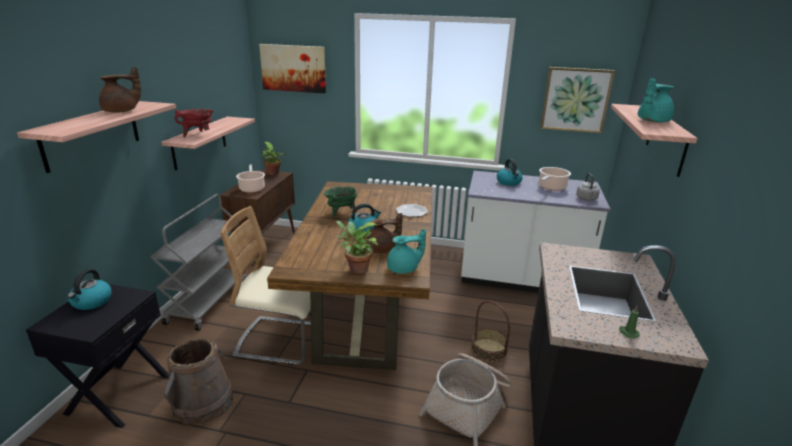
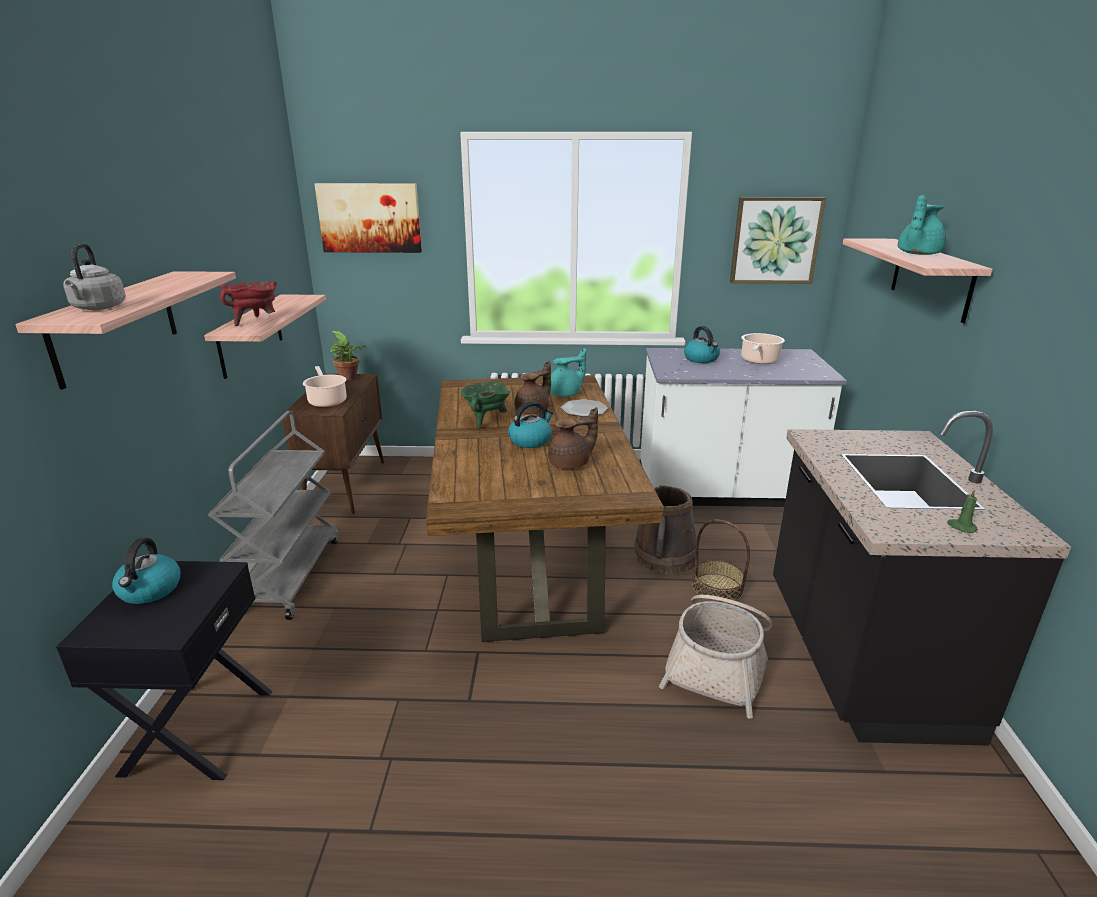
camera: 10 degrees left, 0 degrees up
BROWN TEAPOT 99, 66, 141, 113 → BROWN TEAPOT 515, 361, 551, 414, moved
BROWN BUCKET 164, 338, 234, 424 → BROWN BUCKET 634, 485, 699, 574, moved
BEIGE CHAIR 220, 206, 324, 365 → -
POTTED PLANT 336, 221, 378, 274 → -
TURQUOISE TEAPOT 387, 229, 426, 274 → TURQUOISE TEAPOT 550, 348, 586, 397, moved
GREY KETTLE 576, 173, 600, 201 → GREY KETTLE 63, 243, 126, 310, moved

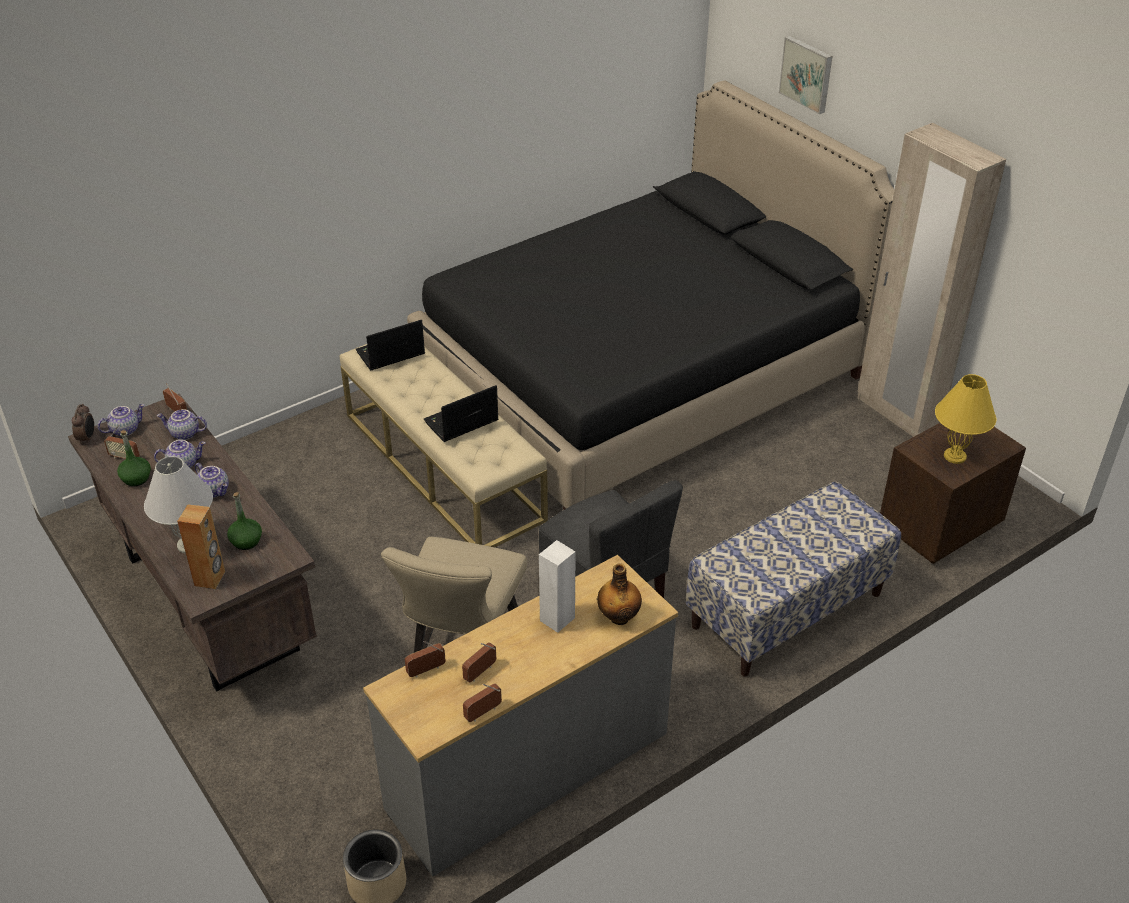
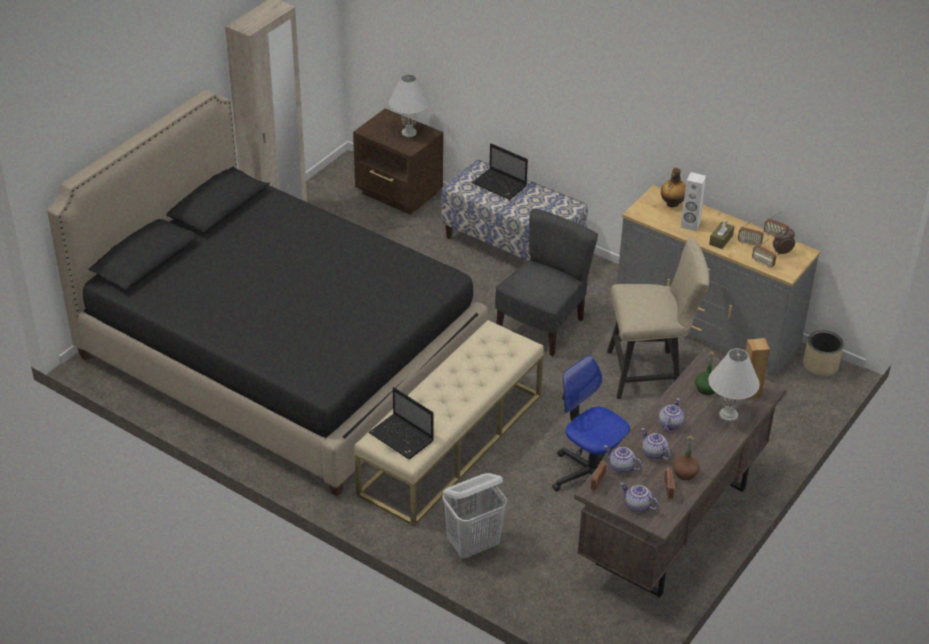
camera: 110 degrees left, 0 degrees up
ALARM CLOCK 72, 404, 94, 444 → ALARM CLOCK 773, 228, 795, 255, moved
GREEN BOTTLE 117, 430, 151, 486 → BROWN BOTTLE 673, 436, 700, 480
TEAPOT 157, 409, 207, 440 → TEAPOT 604, 445, 642, 474, 135 degrees clockwise
LAPTOP 424, 385, 498, 442 → LAPTOP 472, 143, 528, 200, moved
PICTURE 779, 36, 832, 114 → -
YELLOW TABLE LAMP 935, 374, 996, 464 → WHITE TABLE LAMP 389, 74, 429, 137
- → WHITE LAUNDRY BASKET 443, 473, 507, 559
- → OFFICE CHAIR 552, 355, 630, 491
- → BROWN TISSUE BOX 709, 221, 734, 249

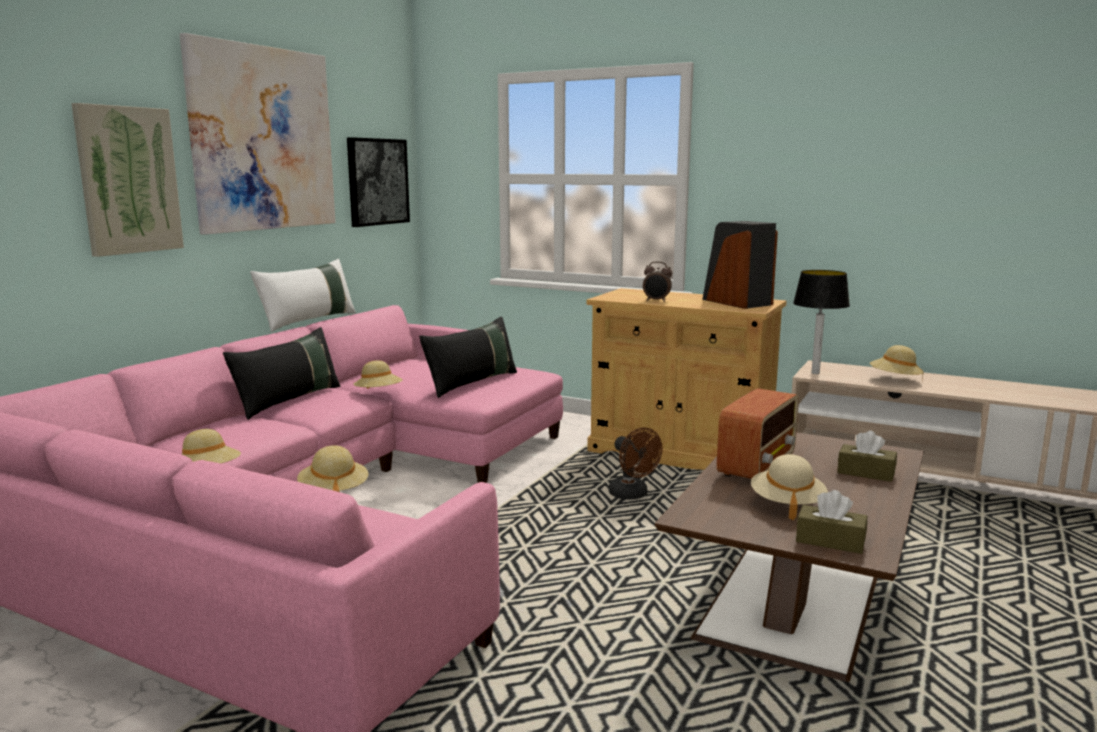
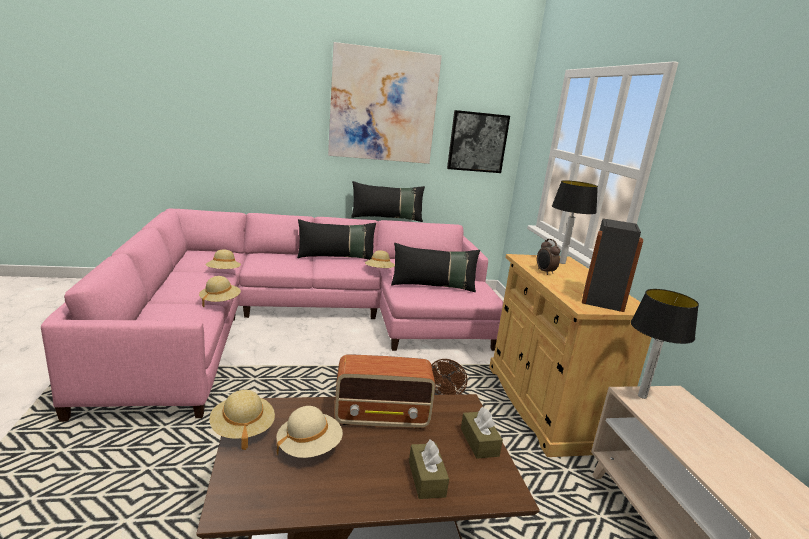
camera: 50 degrees right, 5 degrees up
PICTURE 72, 103, 184, 257 → -
WHITE PILLOW 250, 259, 356, 332 → BLACK PILLOW 351, 181, 425, 222
BROWN TISSUE BOX 796, 490, 867, 554 → BROWN TISSUE BOX 461, 407, 503, 459, moved
BEIGE HAT 870, 345, 923, 381 → BEIGE HAT 209, 390, 275, 450, moved
- → TABLE LAMP 552, 180, 598, 264

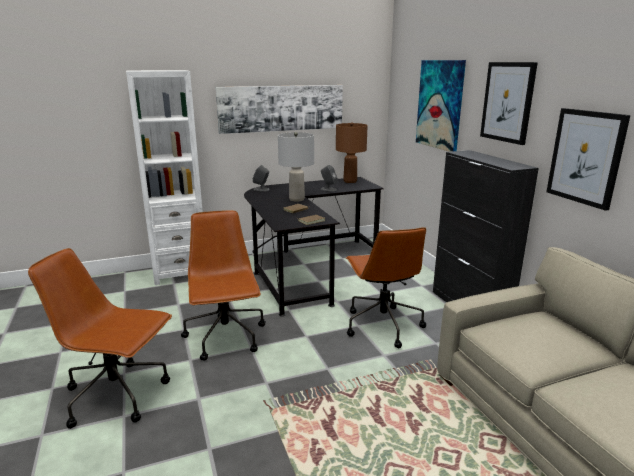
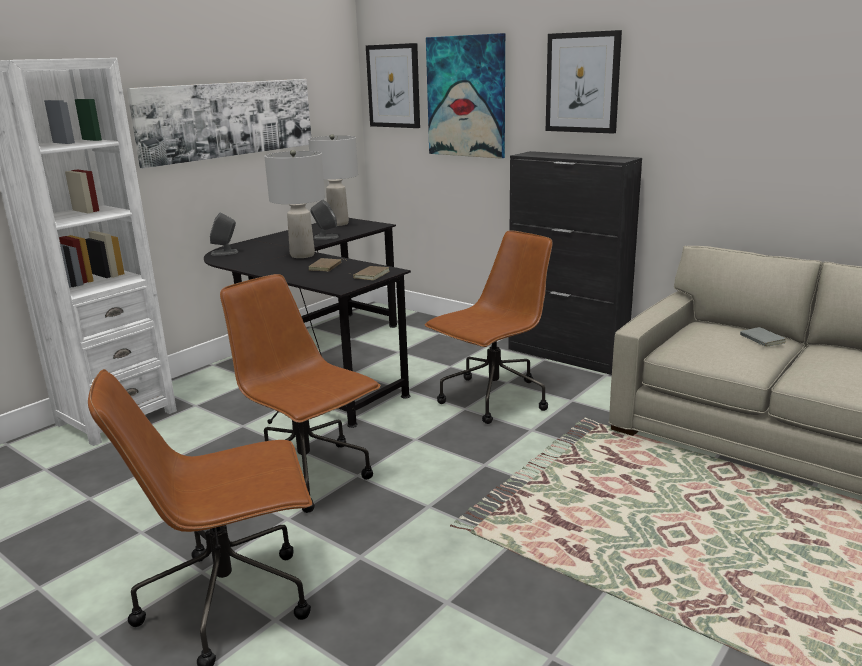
camera: 30 degrees left, 0 degrees up
BROWN TABLE LAMP 336, 122, 368, 183 → GREY TABLE LAMP 308, 134, 358, 226
BROWN OFFICE CHAIR 346, 227, 426, 348 → BROWN OFFICE CHAIR 425, 231, 553, 424, 90 degrees counterclockwise
PICTURE 546, 108, 631, 211 → PICTURE 366, 43, 420, 128, moved
- → GREY BOOK 740, 327, 786, 347

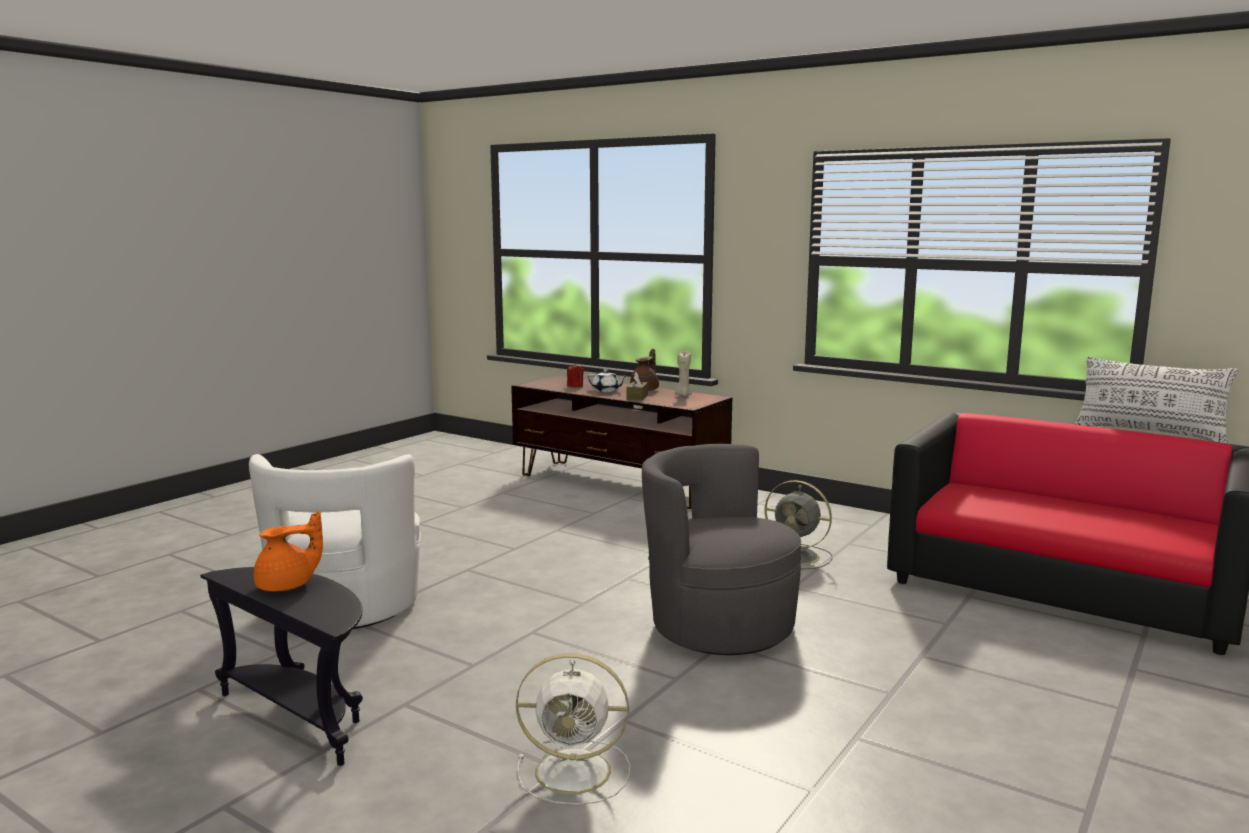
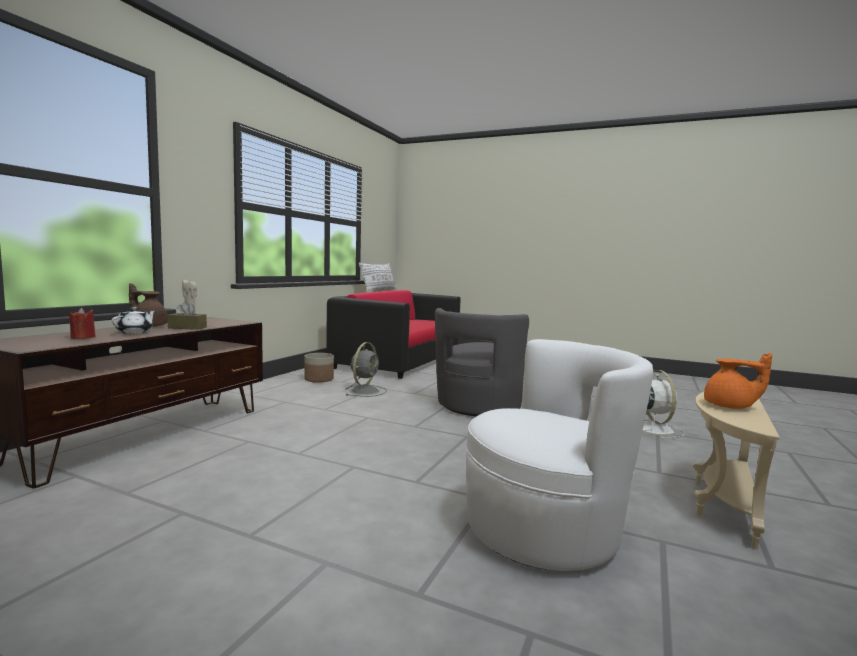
camera: 100 degrees left, 5 degrees down
BLACK SIDE TABLE 200, 567, 363, 766 → BEIGE SIDE TABLE 693, 392, 780, 549
ORANGE TEAPOT 254, 511, 323, 592 → ORANGE TEAPOT 704, 353, 772, 409, 150 degrees clockwise
- → PLANTER 304, 353, 334, 383

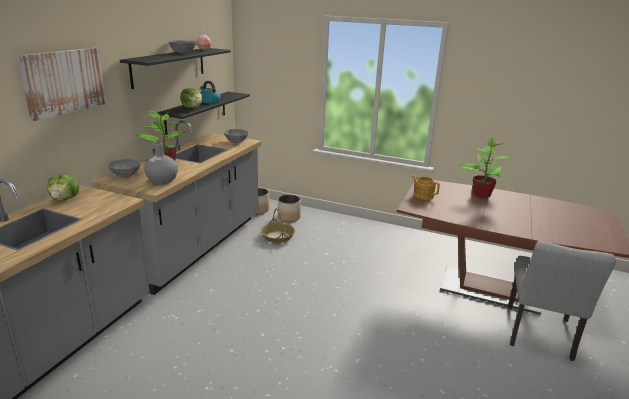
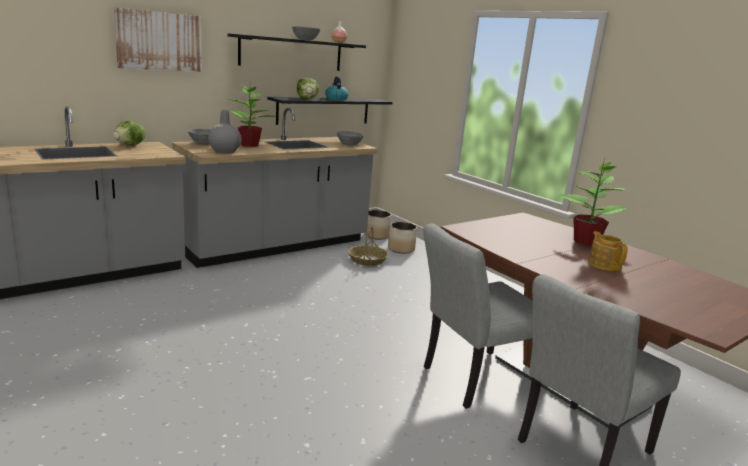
camera: 30 degrees right, 5 degrees down
TEAPOT 412, 175, 440, 199 → TEAPOT 588, 231, 628, 271, moved
- → GREY CHAIR 423, 223, 533, 409

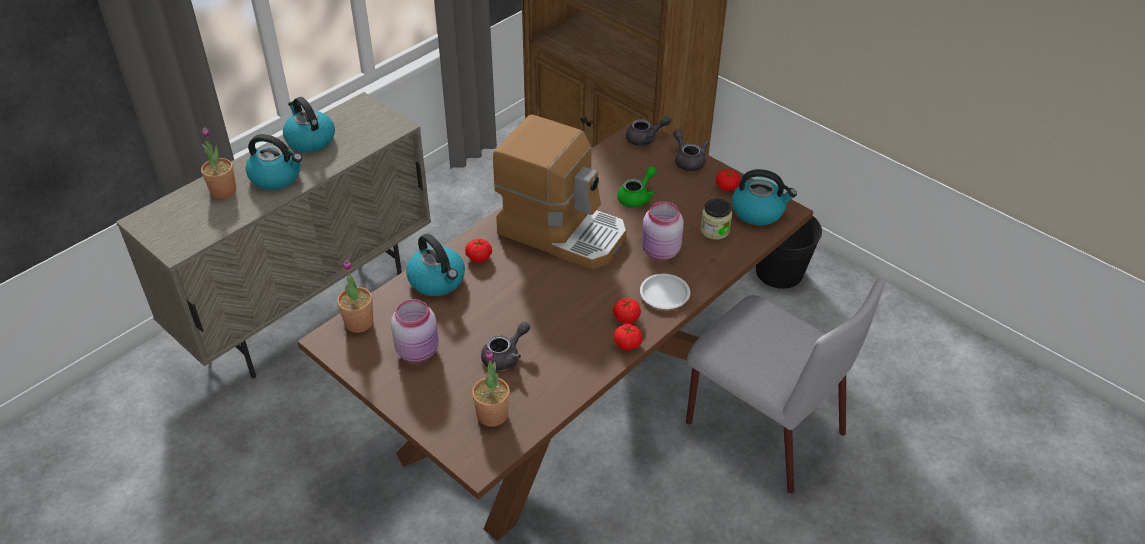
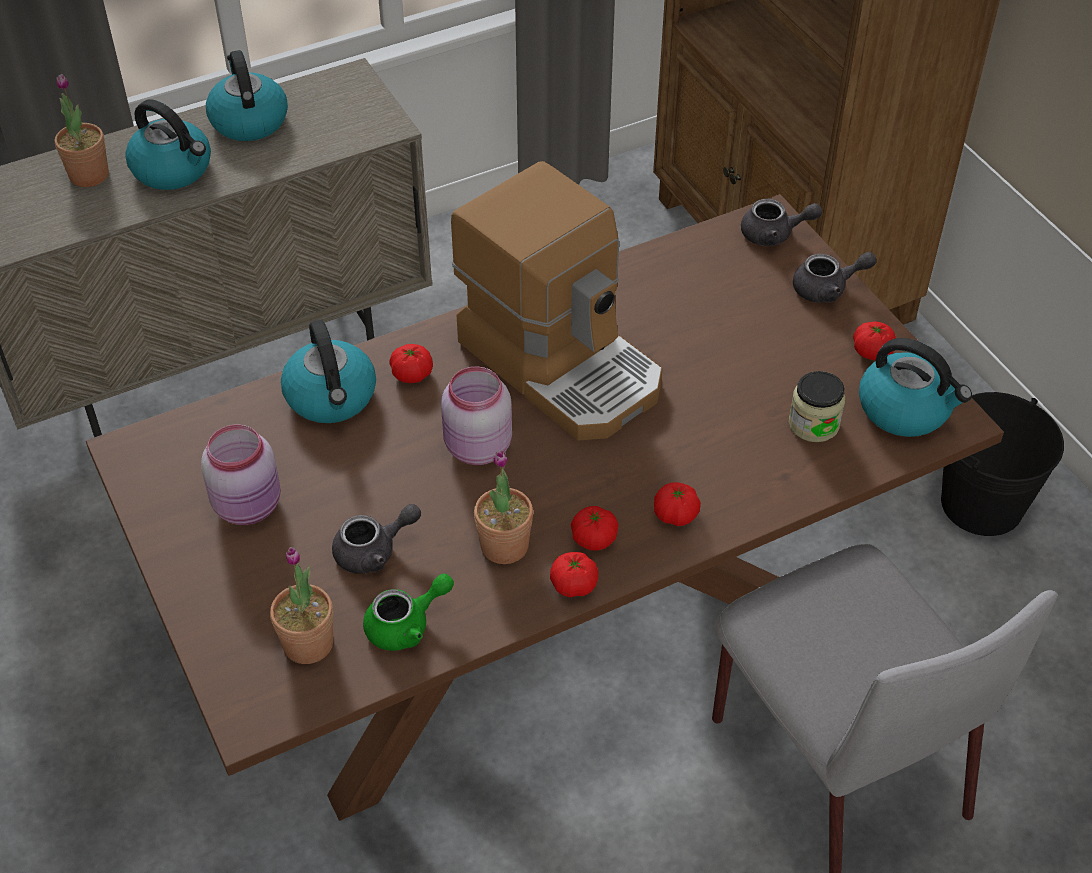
camera: 20 degrees right, 5 degrees up
POTTED PLANT 337, 259, 373, 333 → POTTED PLANT 474, 449, 533, 564, moved
GREEN TEAPOT 617, 166, 657, 208 → GREEN TEAPOT 363, 574, 454, 651, moved
WHITE PLATE 640, 274, 690, 309 → TOMATO 654, 482, 701, 526
PINK JAR 642, 202, 684, 260 → PINK JAR 441, 366, 512, 465, moved
GREY TEAPOT 673, 129, 708, 171 → GREY TEAPOT 793, 252, 877, 303, 90 degrees clockwise

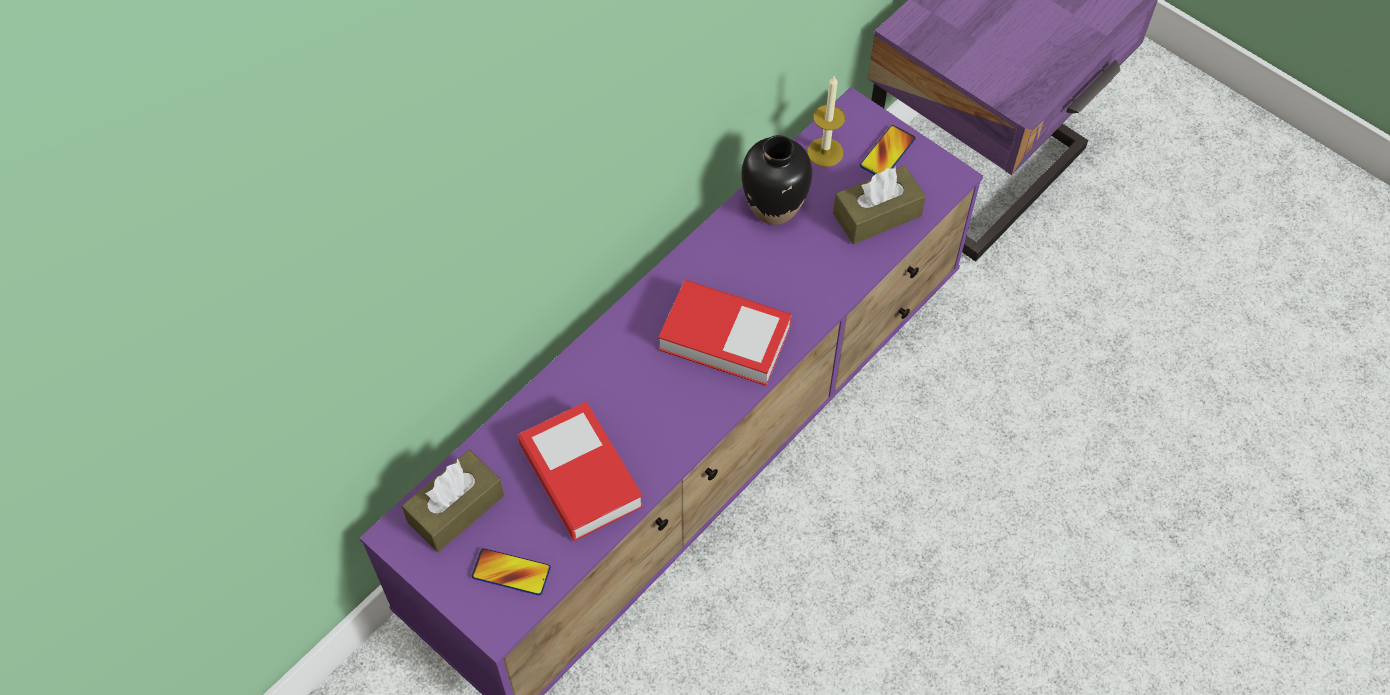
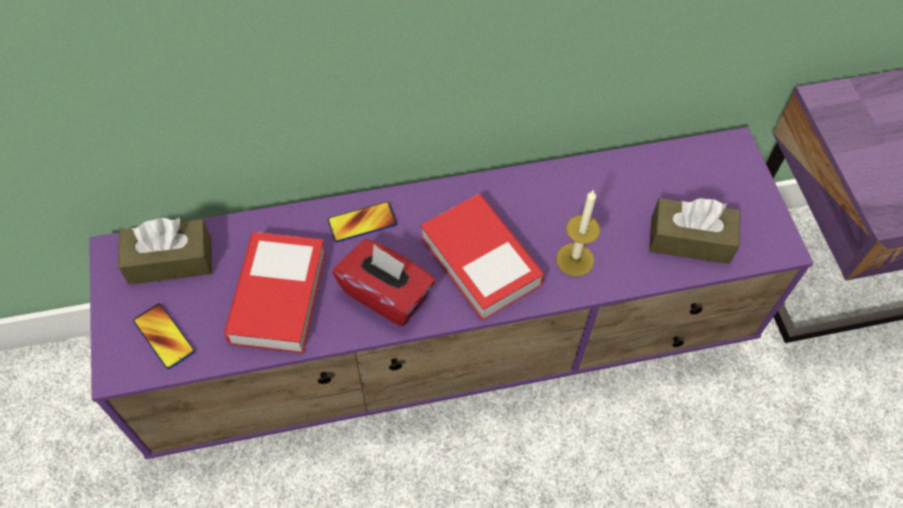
camera: 35 degrees right, 0 degrees up
BLACK VASE 742, 135, 812, 225 → -
CANDLE 807, 75, 845, 167 → CANDLE 556, 189, 600, 277, moved
PHONE 860, 125, 916, 175 → PHONE 328, 202, 397, 242, moved
- → RED TISSUE BOX 333, 239, 435, 326

